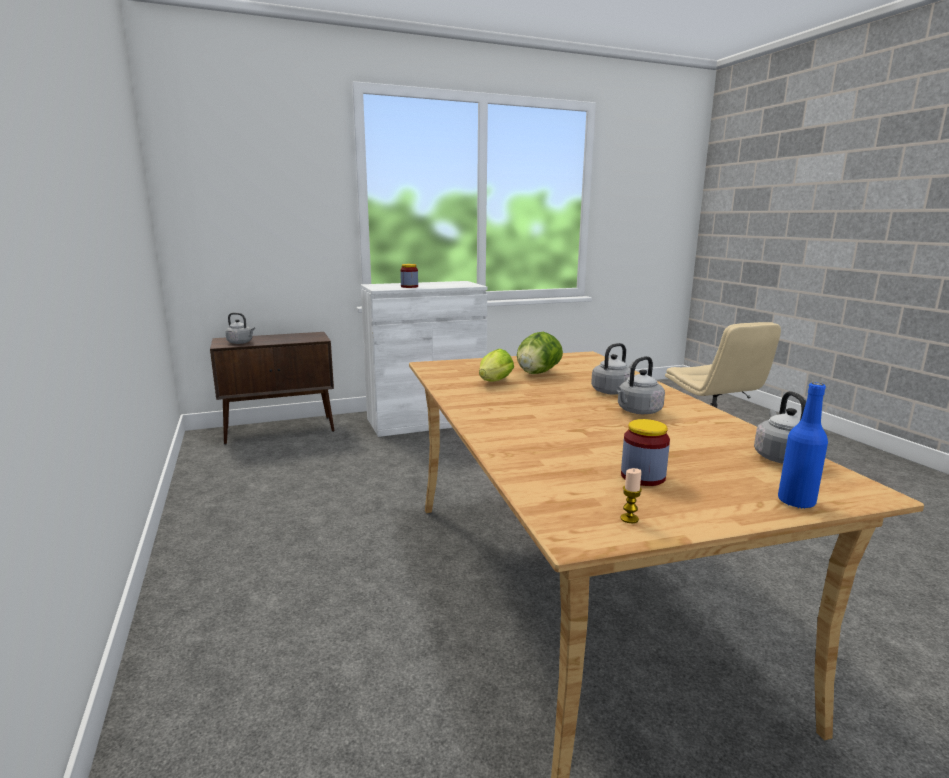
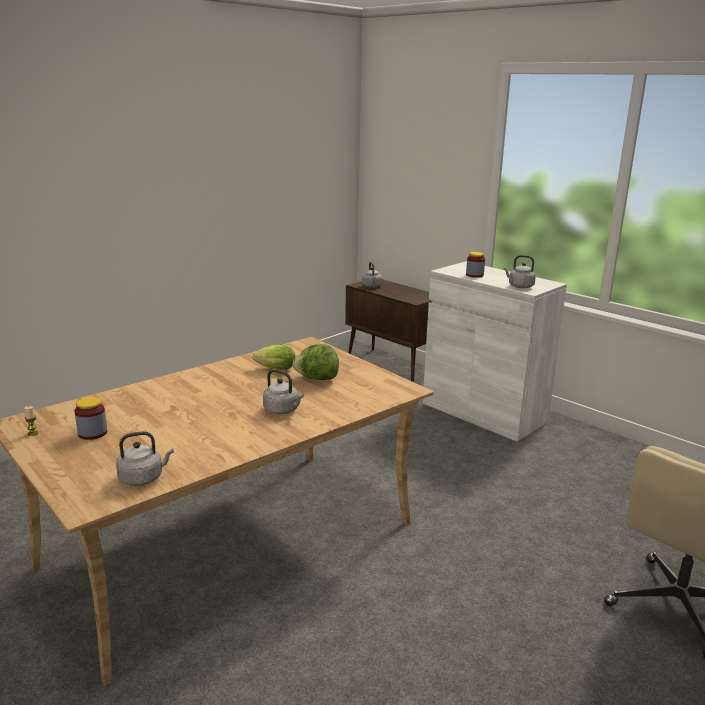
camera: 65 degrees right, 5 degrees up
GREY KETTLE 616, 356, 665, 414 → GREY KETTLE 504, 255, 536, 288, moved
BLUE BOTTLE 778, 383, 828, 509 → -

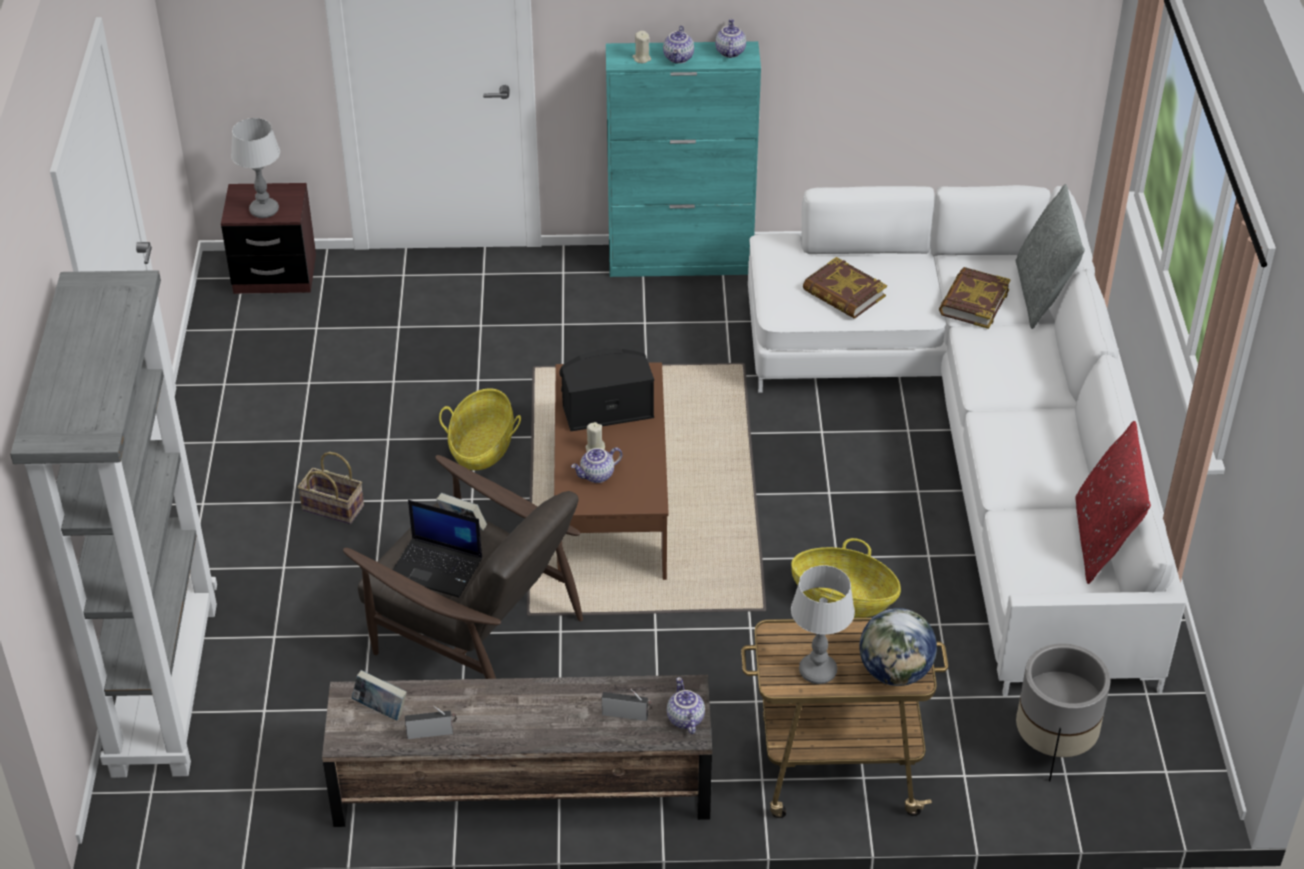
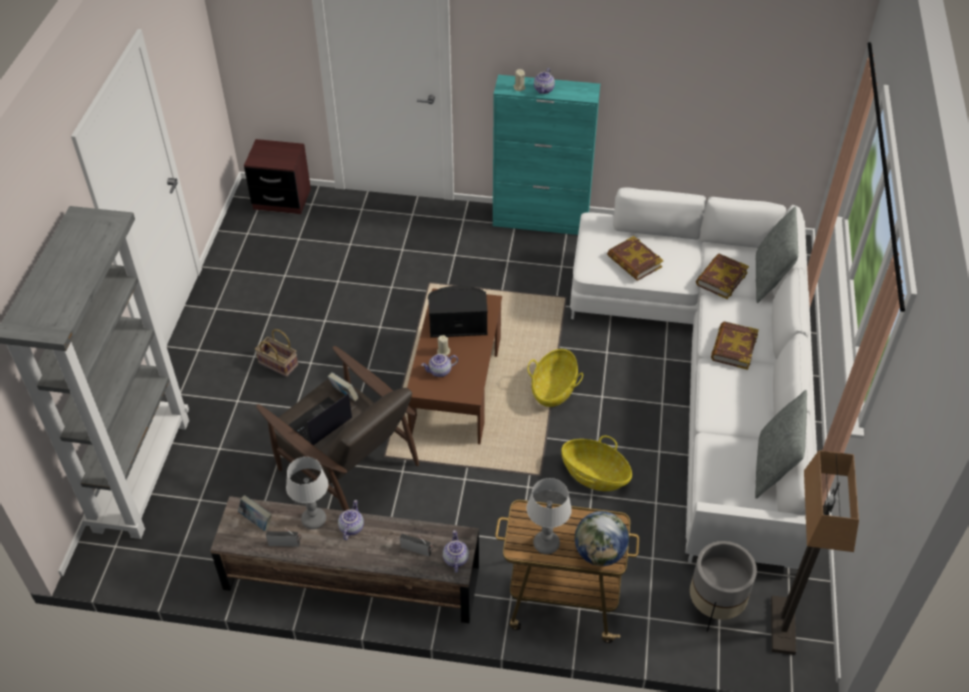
camera: 10 degrees right, 5 degrees up
TABLE LAMP 231, 118, 280, 218 → TABLE LAMP 286, 457, 329, 529, moved
LAPTOP 393, 500, 482, 597 → LAPTOP 289, 394, 352, 445, 105 degrees clockwise
BASKET 439, 388, 521, 470 → BASKET 527, 349, 583, 407, moved
TEAPOT 715, 19, 746, 58 → TEAPOT 338, 500, 364, 540, moved
RED PILLOW 1075, 421, 1151, 584 → GREY PILLOW 755, 390, 807, 499
- → BOOK 711, 321, 759, 370
- → FLOOR LAMP 771, 450, 859, 655

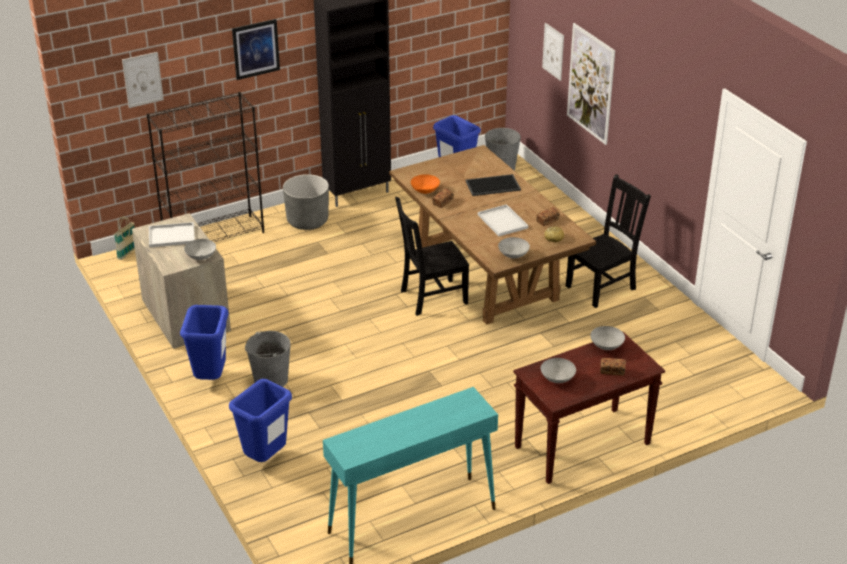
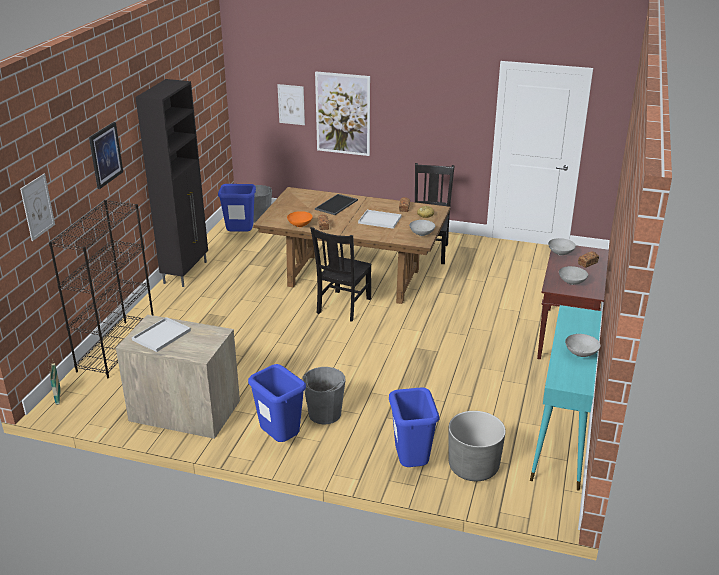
camera: 45 degrees left, 5 degrees down
GREY BOWL 184, 239, 216, 260 → GREY BOWL 565, 334, 600, 357, moved
GREY PLANTER 283, 174, 329, 230 → GREY PLANTER 448, 411, 506, 481, moved

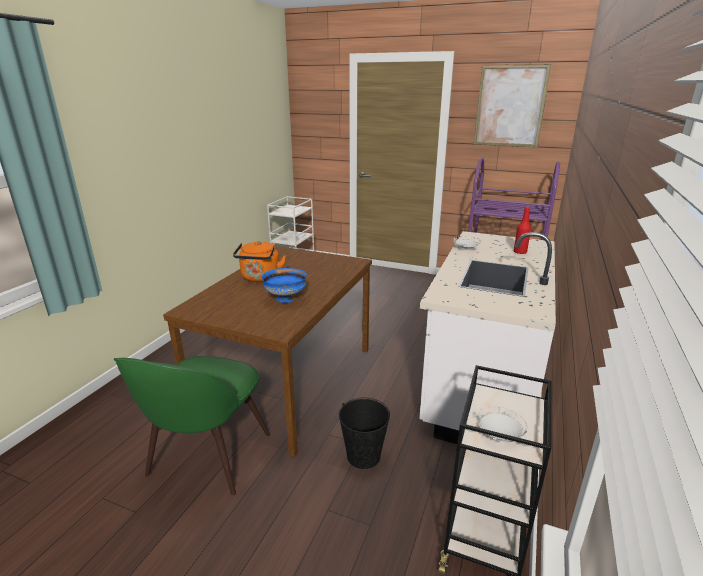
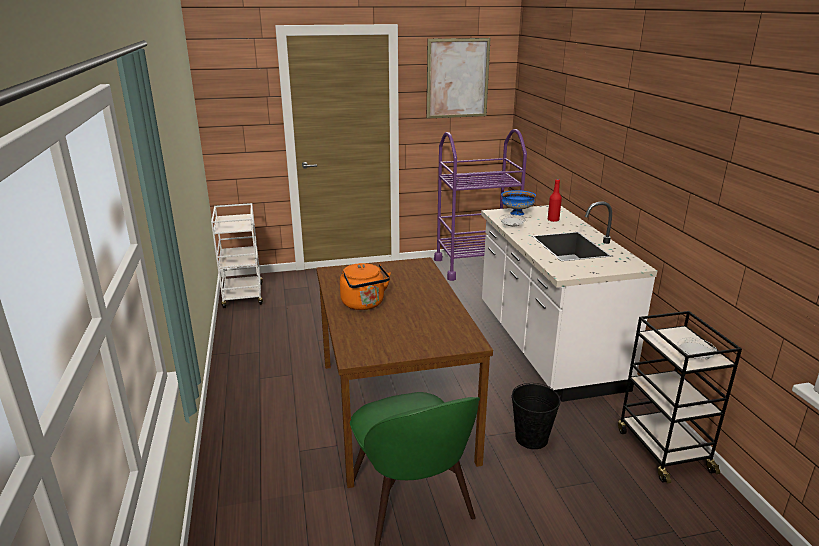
camera: 35 degrees left, 0 degrees up
BLUE BOWL 261, 268, 307, 303 → BLUE BOWL 501, 190, 536, 215, moved

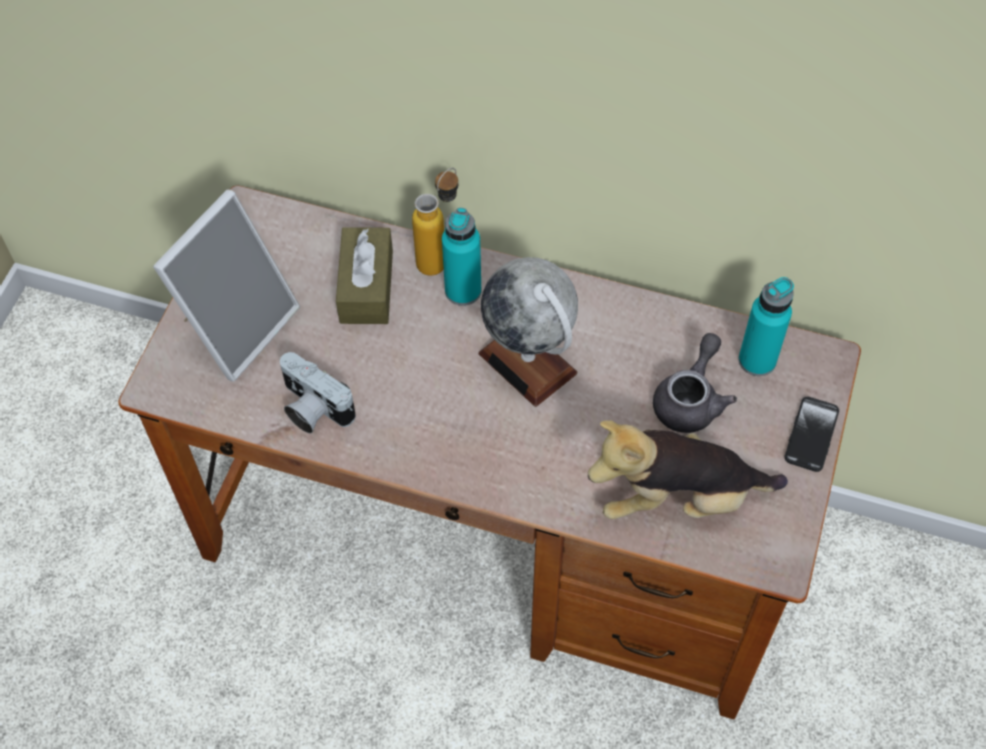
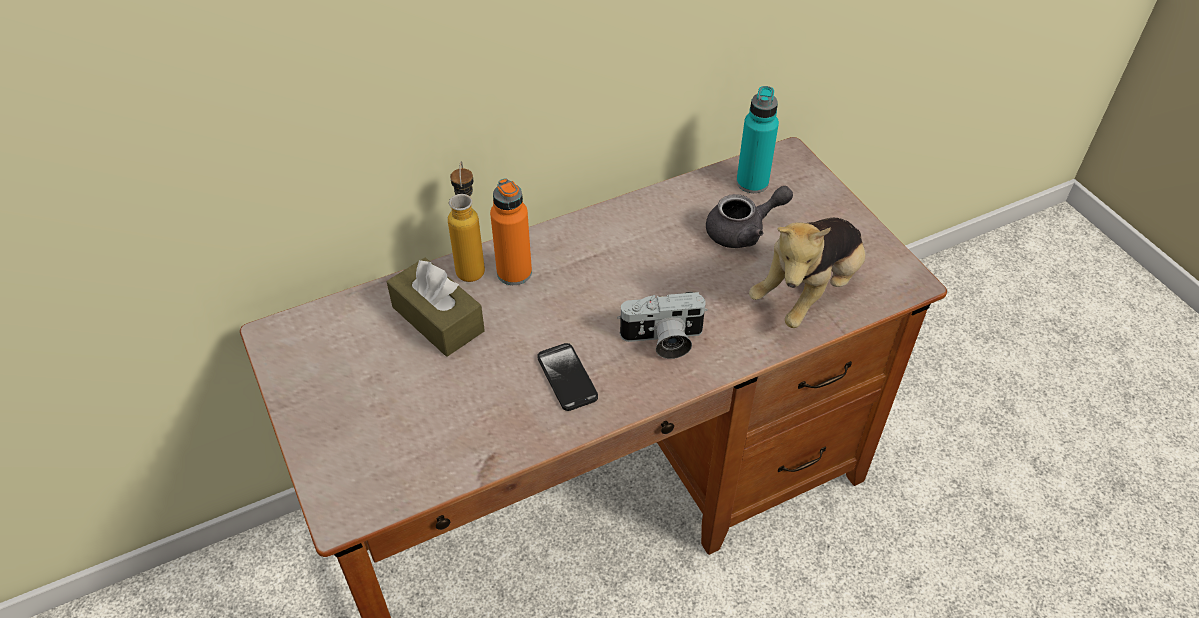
camera: 45 degrees left, 10 degrees down
PICTURE FRAME 153, 189, 300, 382 → -
PHOTO CAMERA 280, 352, 356, 433 → PHOTO CAMERA 617, 292, 708, 359, moved
TURQUOISE BOTTLE 442, 208, 481, 306 → ORANGE BOTTLE 490, 178, 532, 285
GLOBE 479, 257, 578, 407 → -
GREY TEAPOT 653, 333, 737, 433 → GREY TEAPOT 706, 186, 793, 248, 90 degrees clockwise
PHONE 784, 397, 839, 472 → PHONE 537, 343, 598, 411, moved

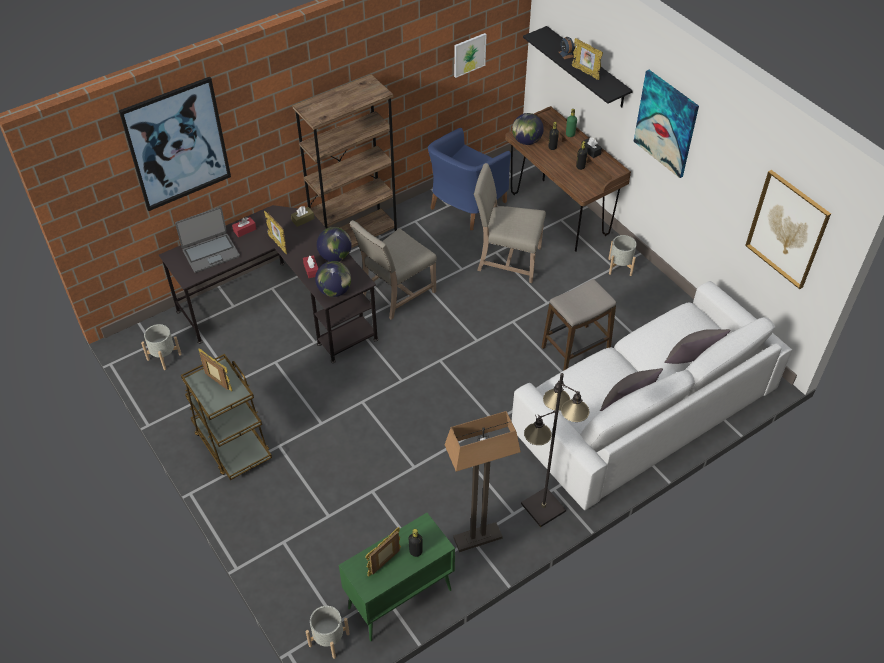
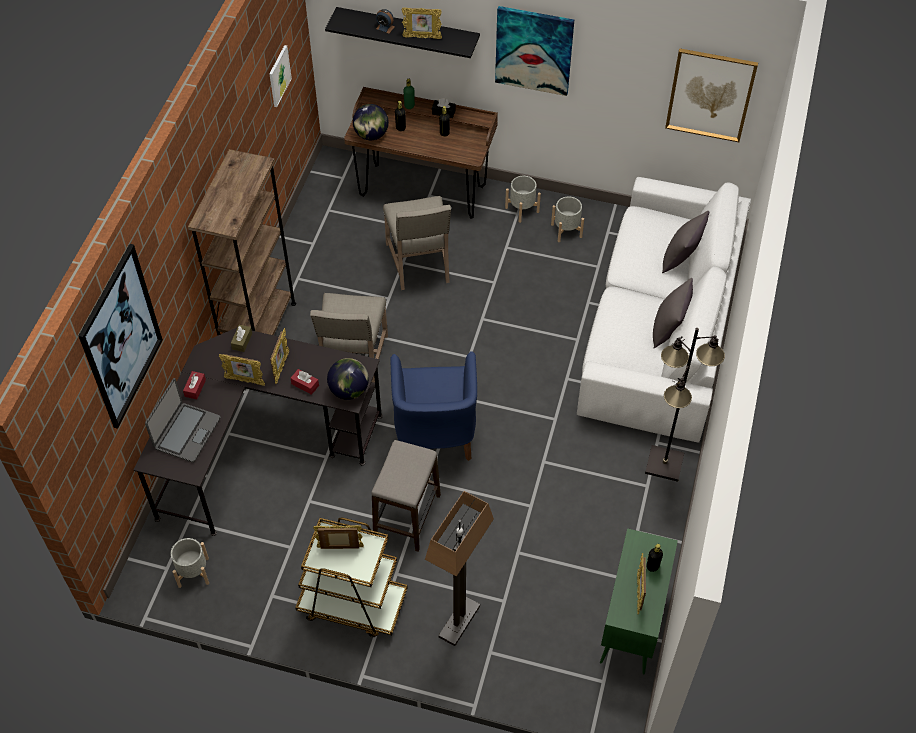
camera: 40 degrees left, 5 degrees up
GREY PLANTER 306, 606, 350, 659 → GREY PLANTER 551, 196, 584, 242, moved
GLOBE 317, 227, 352, 262 → -
BLUE ARMCHAIR 428, 128, 511, 230 → BLUE ARMCHAIR 390, 351, 477, 461, moved
FLOOR LAMP 445, 411, 521, 552 → FLOOR LAMP 425, 491, 494, 646, moved
BEIGE CHAIR 474, 163, 546, 283 → BEIGE CHAIR 383, 196, 451, 290, 75 degrees counterclockwise
STOOL 542, 279, 616, 371 → STOOL 371, 440, 441, 552, moved
- → PICTURE FRAME 270, 328, 289, 384

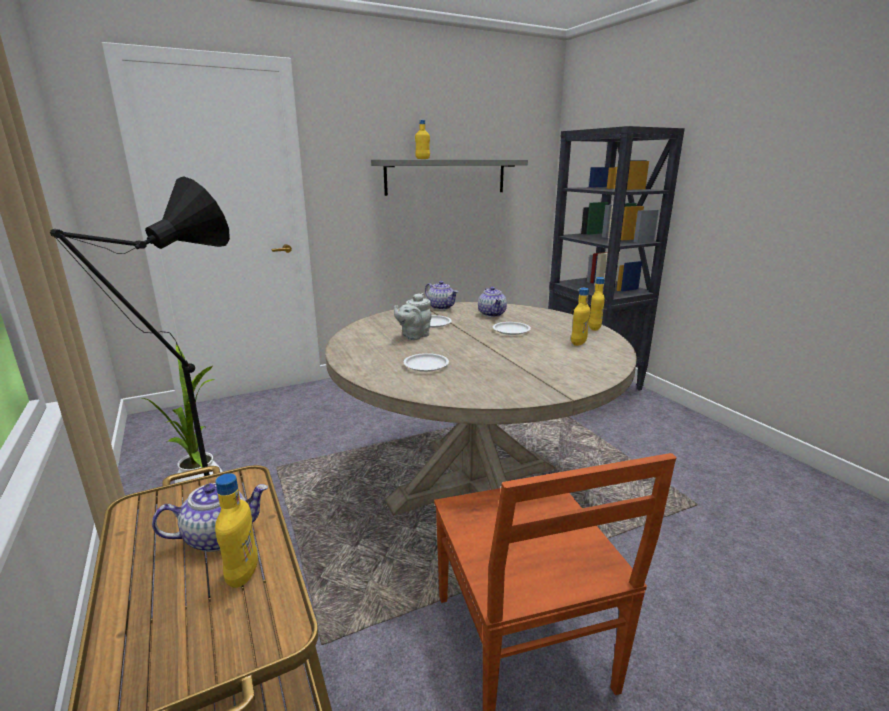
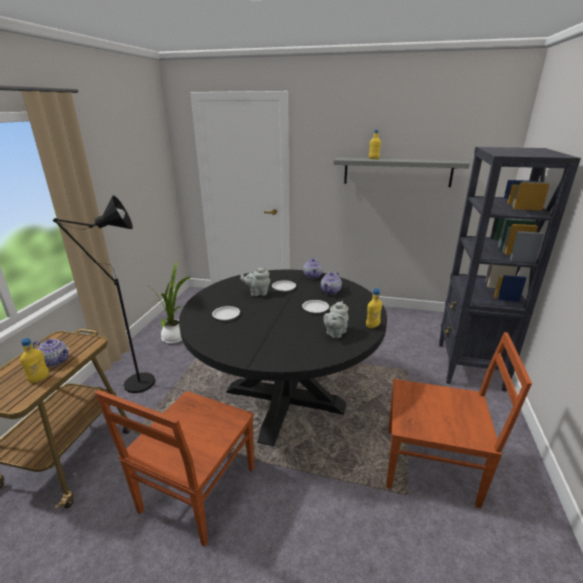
camera: 40 degrees right, 5 degrees up
BEIGE DINING TABLE 325, 302, 637, 516 → BLACK DINING TABLE 179, 270, 387, 446
YELLOW BOTTLE 571, 288, 590, 346 → GREY TEAPOT 323, 301, 349, 338
- → BROWN CHAIR 386, 332, 532, 508

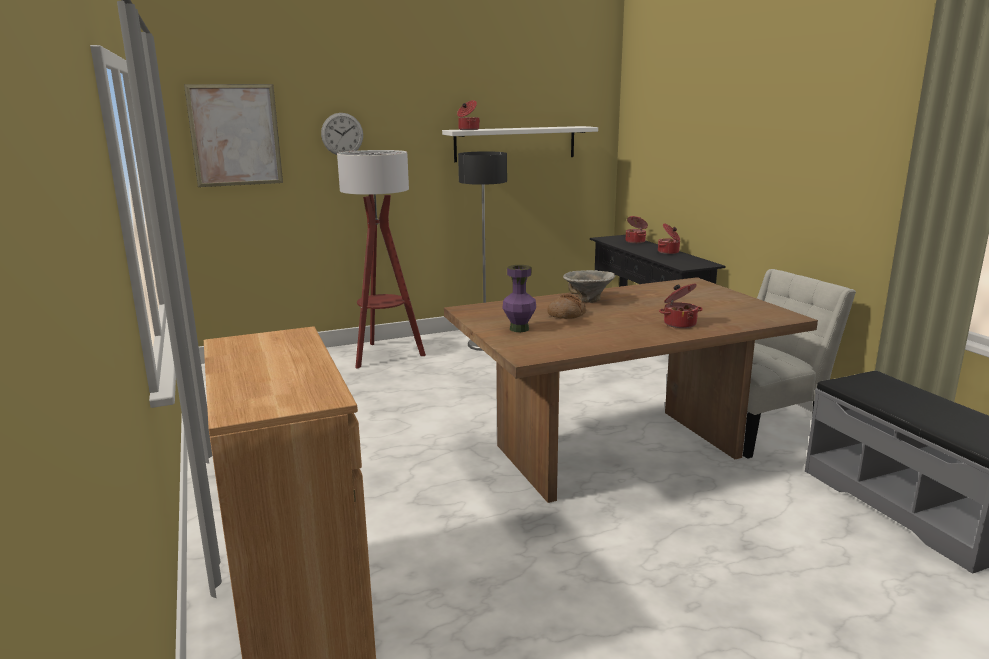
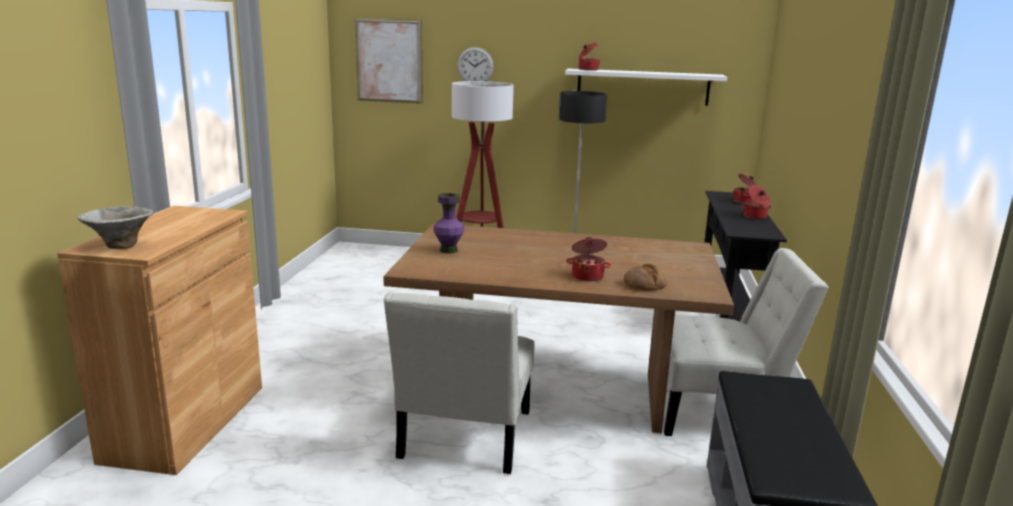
camera: 30 degrees right, 0 degrees up
BREAD 547, 294, 586, 319 → BREAD 624, 264, 667, 291, moved
BOWL 563, 270, 615, 303 → BOWL 77, 206, 153, 249, moved
- → WHITE CHAIR 383, 292, 534, 474

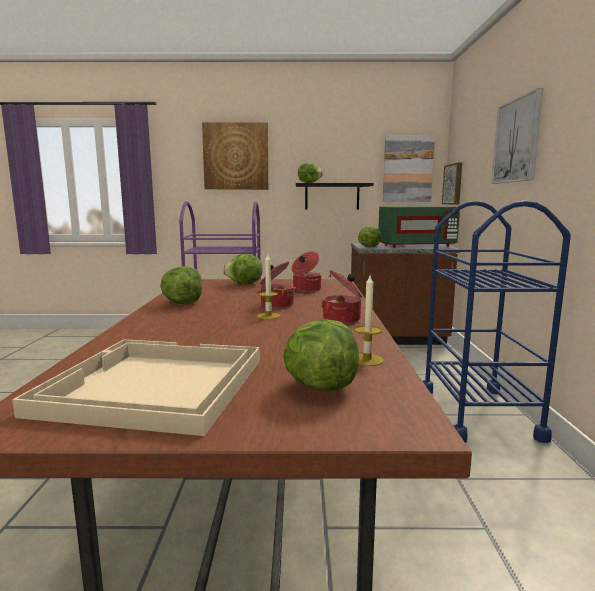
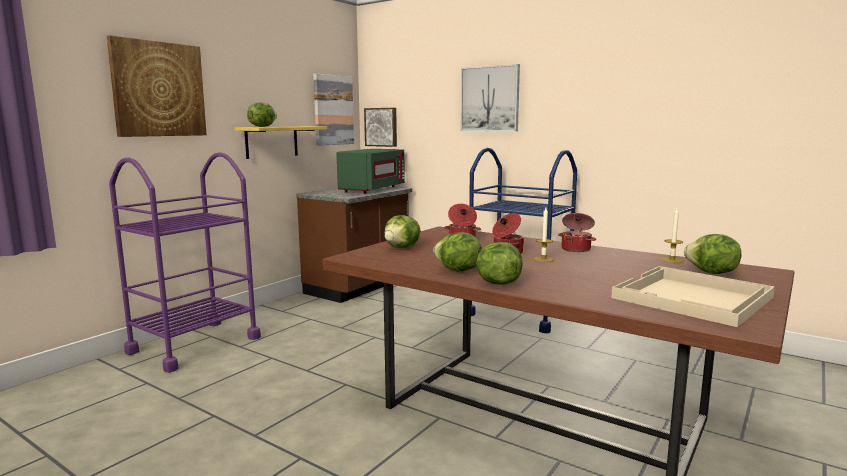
camera: 55 degrees left, 0 degrees up
BLACK SHELF 296, 183, 374, 210 → YELLOW SHELF 235, 127, 327, 159
LETTUCE 358, 226, 381, 247 → LETTUCE 476, 242, 523, 285, moved

